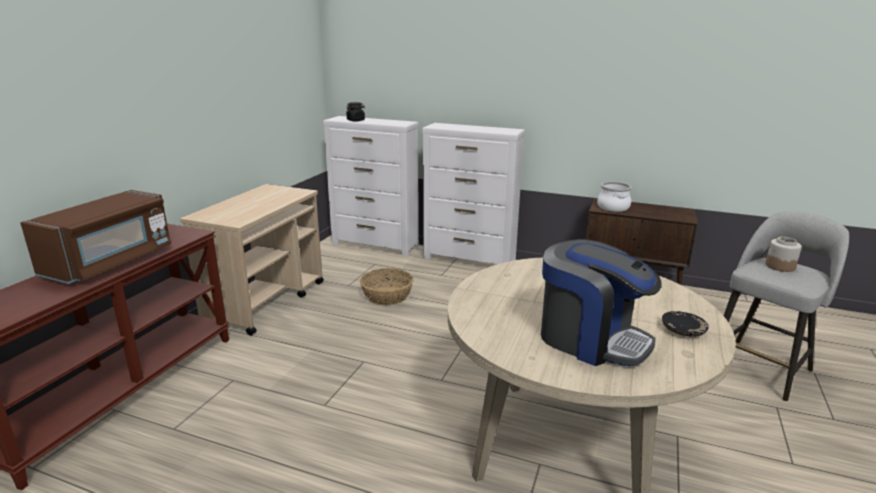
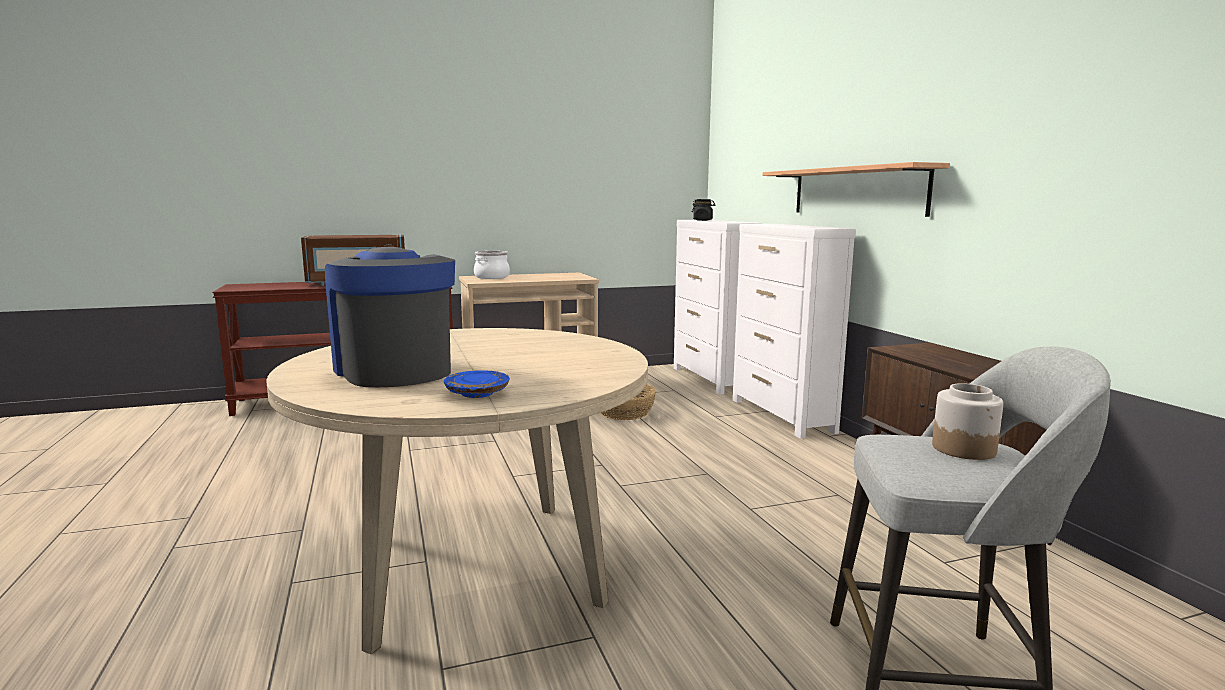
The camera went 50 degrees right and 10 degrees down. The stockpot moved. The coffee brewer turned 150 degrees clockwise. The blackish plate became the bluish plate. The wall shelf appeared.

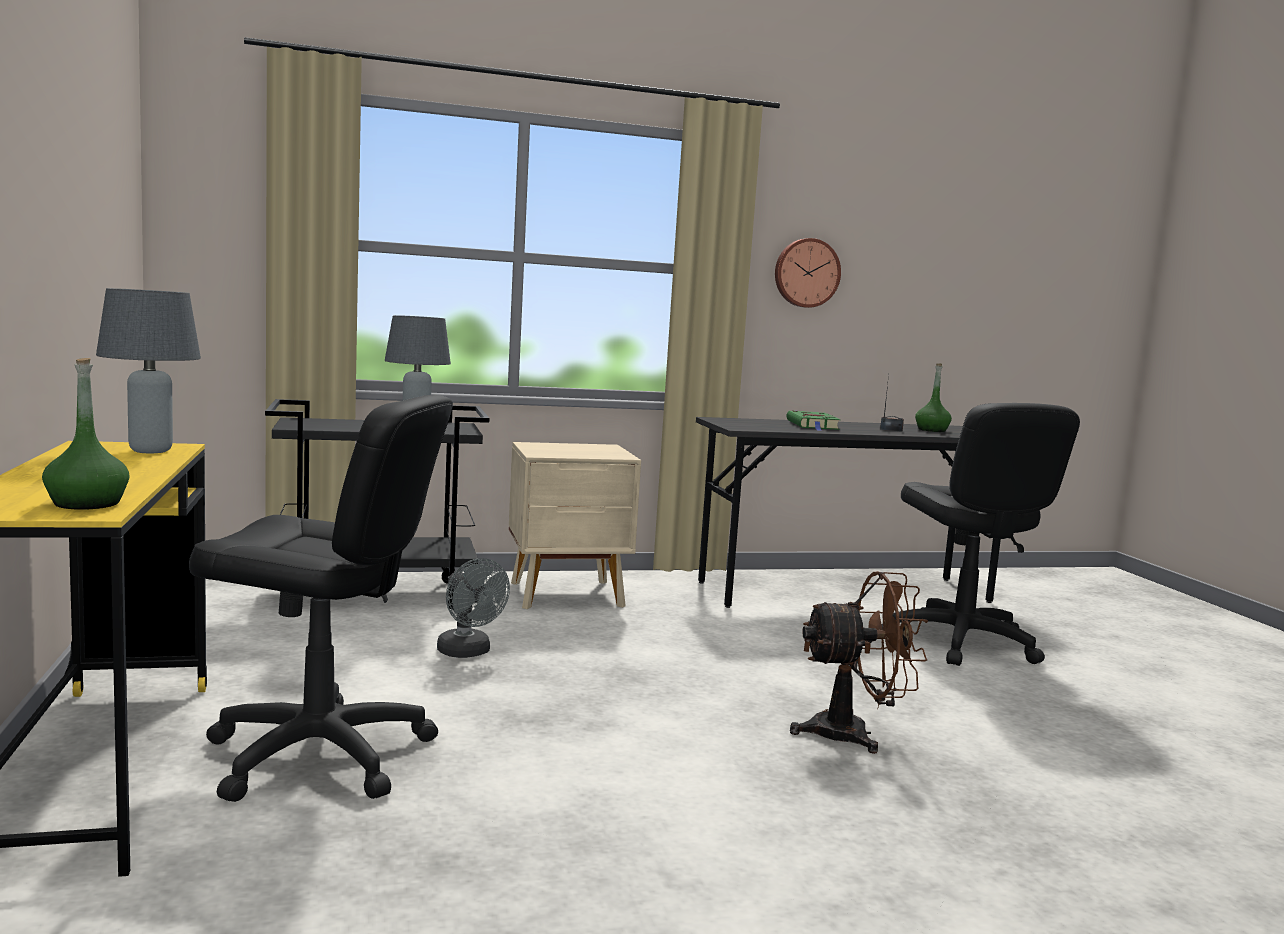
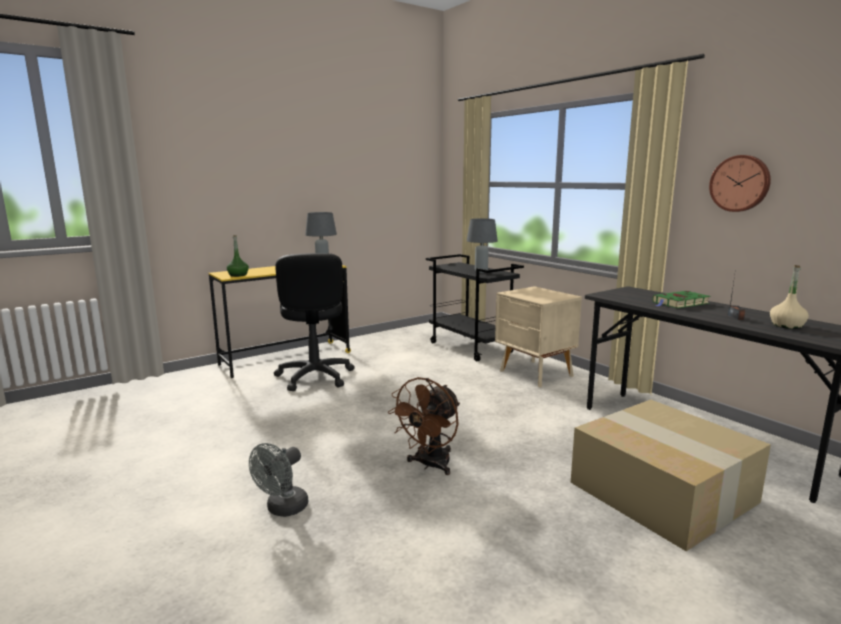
The camera went 70 degrees right and 5 degrees up. The green beverage bottle (2nd from left) became the sand-coloured beverage bottle. The blackish desk chair (2nd from left) was replaced by the carton. The gray fan moved. The brown fan turned 60 degrees clockwise.

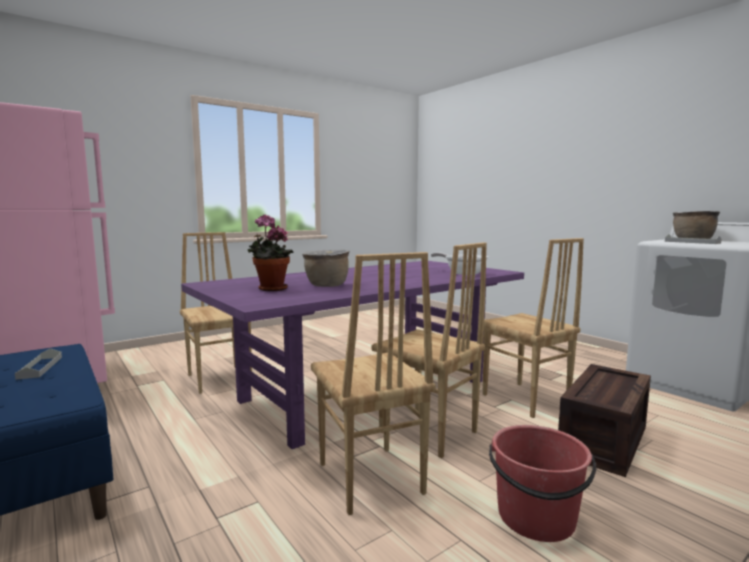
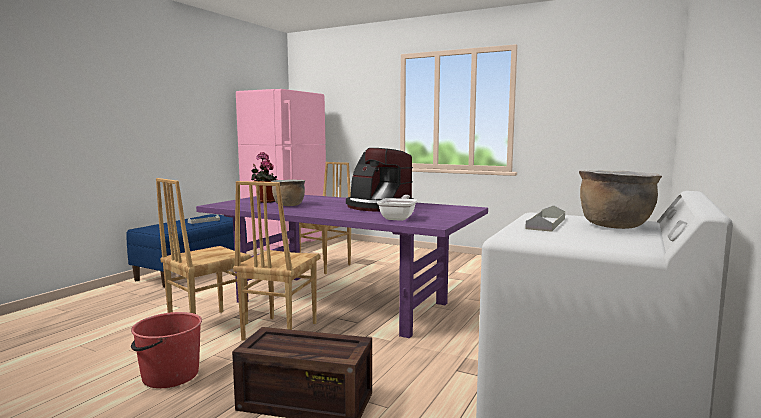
The camera went 65 degrees right and 0 degrees up. The brown plain chair (4th from left) disappeared. The coffee brewer appeared.

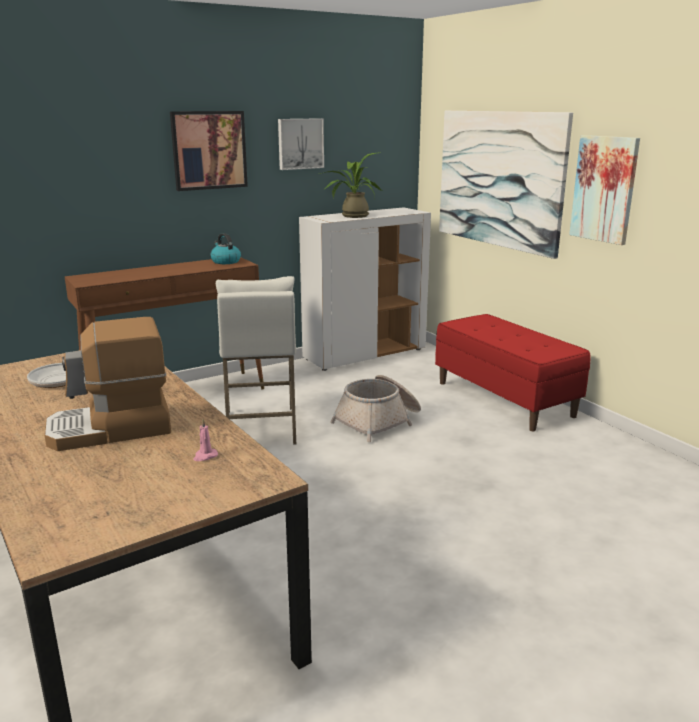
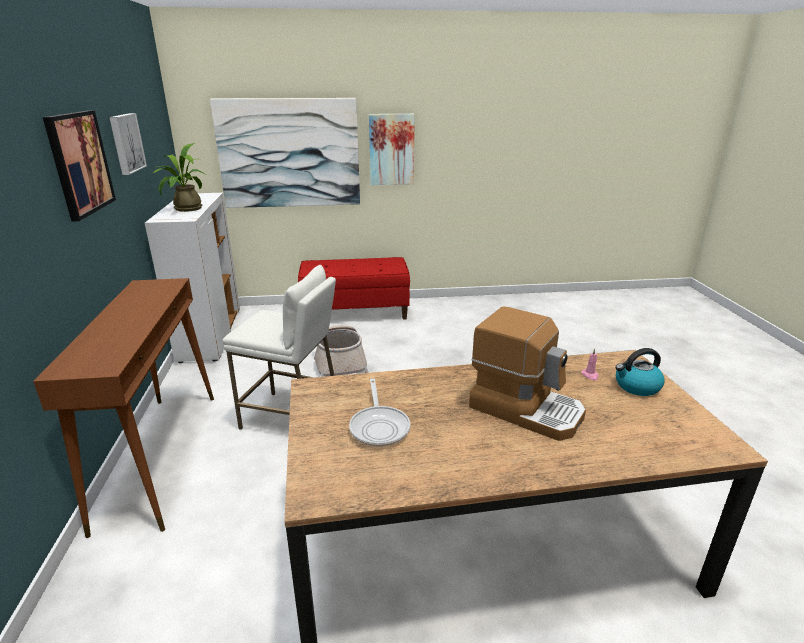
The camera went 65 degrees left and 5 degrees up. The tea kettle moved. The coffee brewer turned 60 degrees counterclockwise.

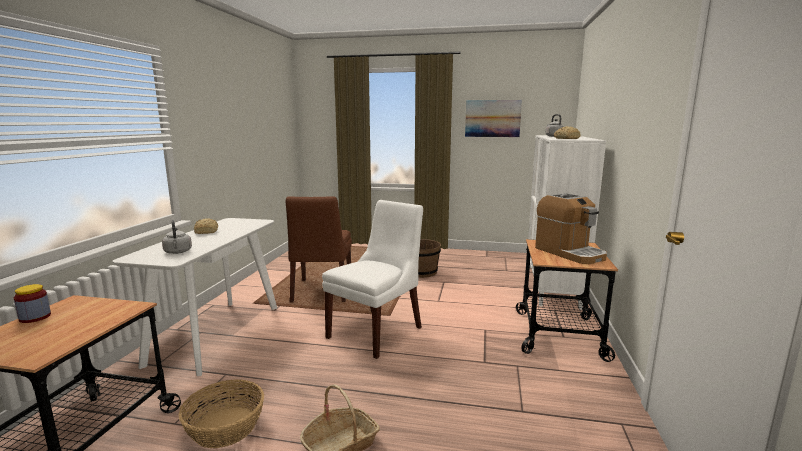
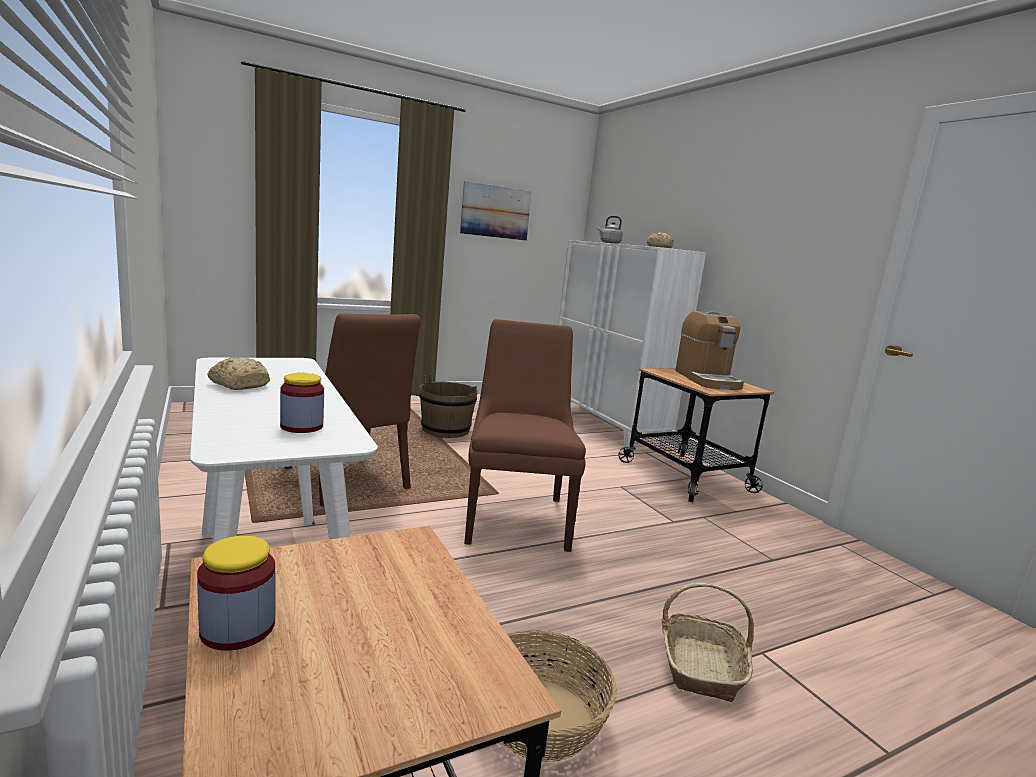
The camera went 40 degrees left and 0 degrees up. The coffee brewer turned 60 degrees clockwise. The white-coloured plain chair became the brown plain chair (2nd from left). The gray tea kettle (1st from left) was replaced by the storage jar (2nd from left).

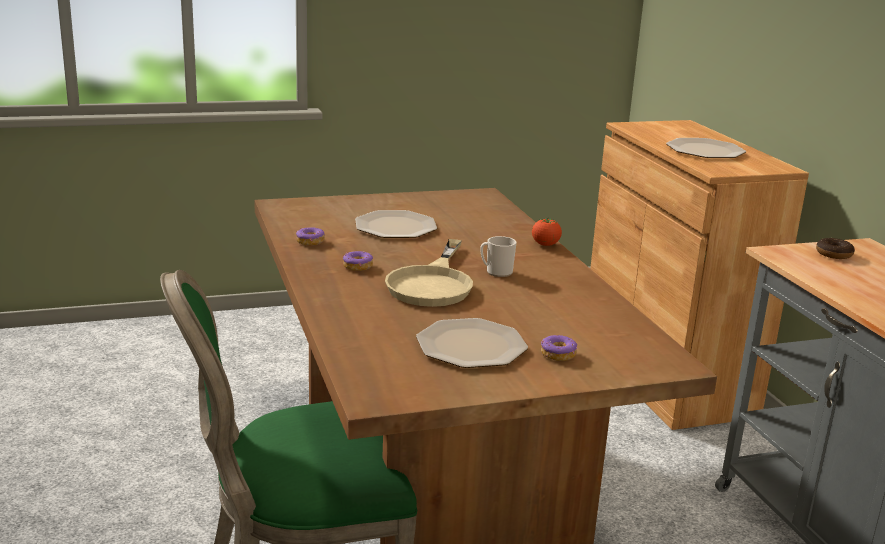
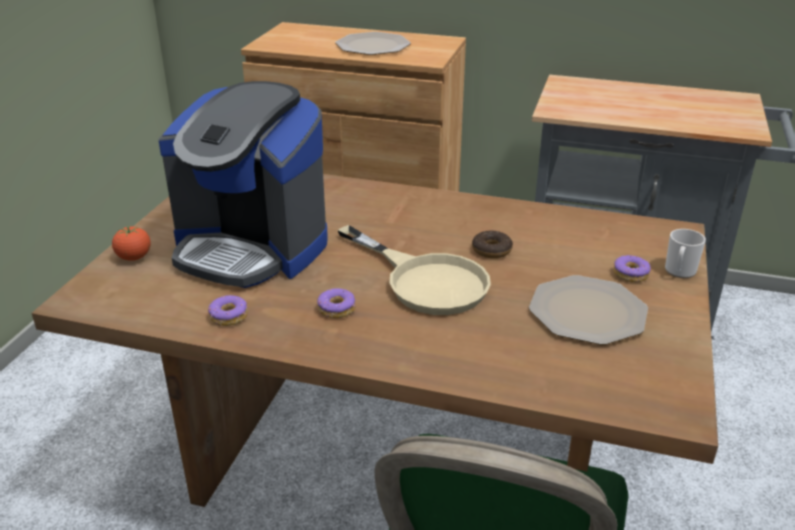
The camera went 55 degrees left and 10 degrees up. The plate (1st from left) was replaced by the coffee brewer. The tomato moved. The mug moved. The ring doughnut (4th from left in the first image) moved.

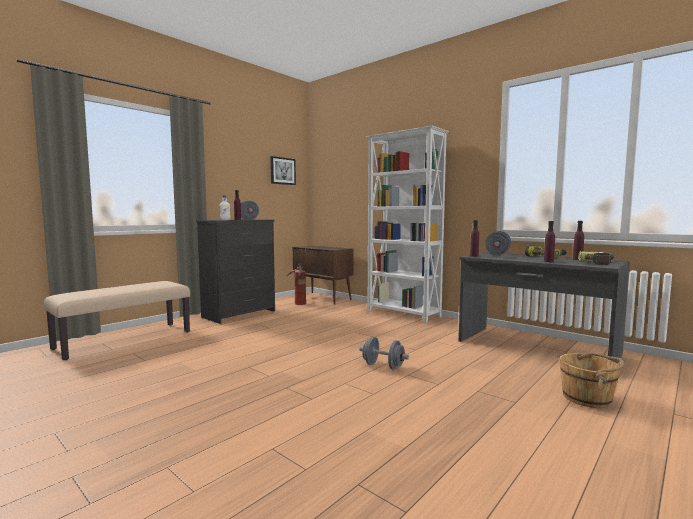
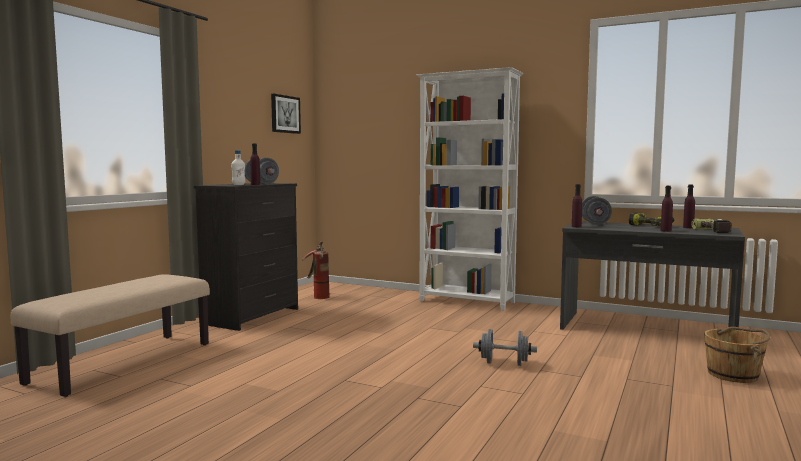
The camera went 15 degrees left and 0 degrees up. The brown cabinet disappeared.

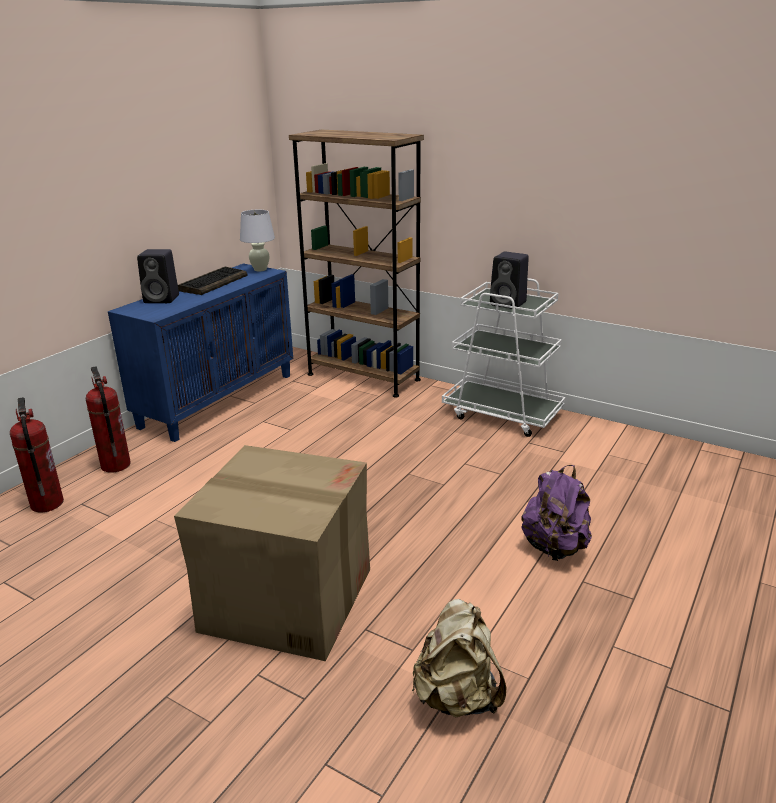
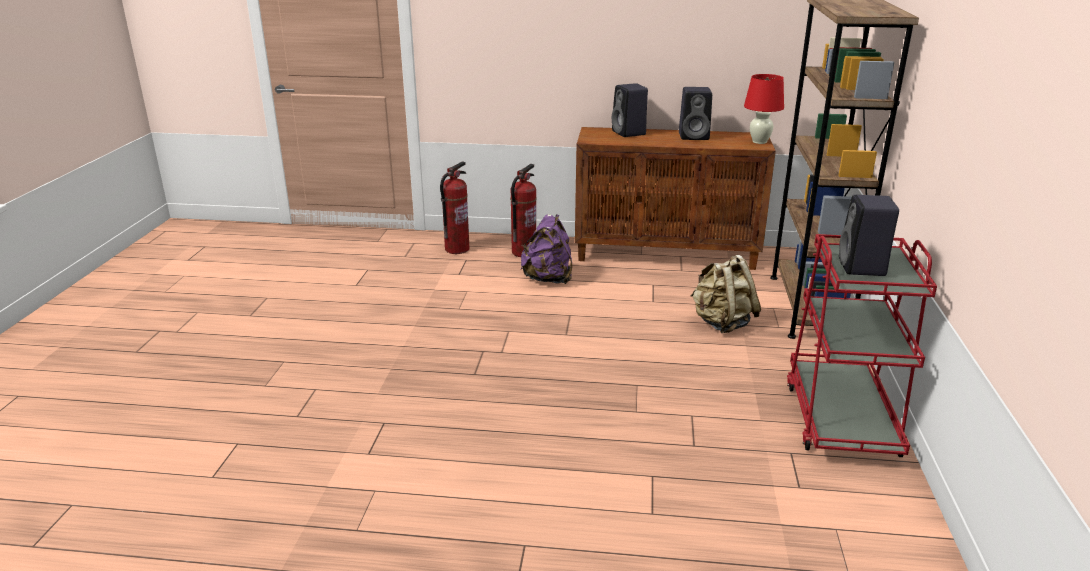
The camera went 65 degrees right and 0 degrees up. The white-coloured tabletop lamp became the red-coloured tabletop lamp. The bluish cabinet became the brown cabinet. The PC keyboard was replaced by the blackish audio speaker (2nd from left). The white-coloured wheeled cart became the red-coloured wheeled cart. The carton disappeared. The purple knapsack moved. The sand-coloured knapsack moved.

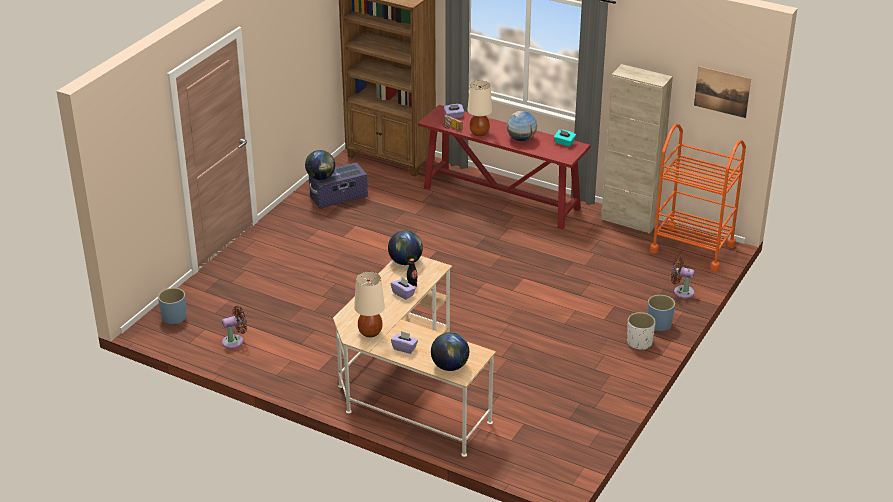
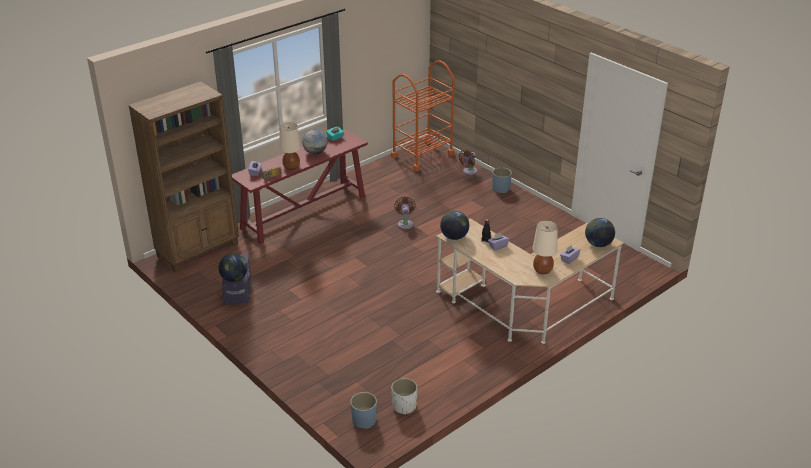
The camera went 70 degrees left and 0 degrees up. The sand-coloured cabinet disappeared. The wall picture disappeared. The brown fan (1st from left) moved. The white-coloured flower pot moved.

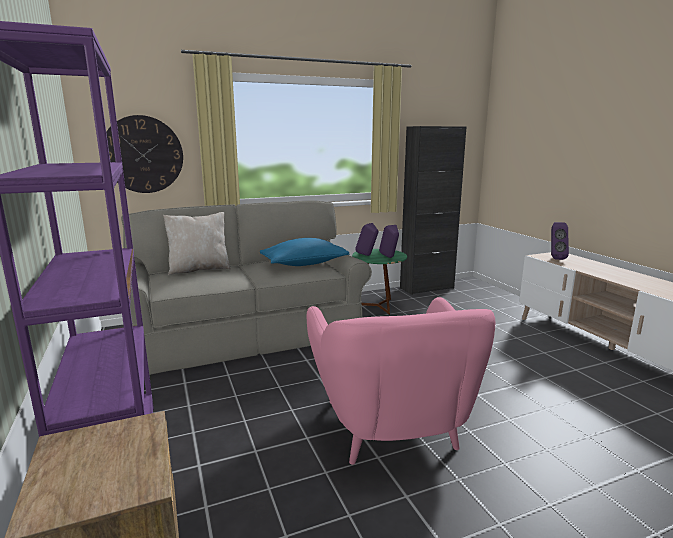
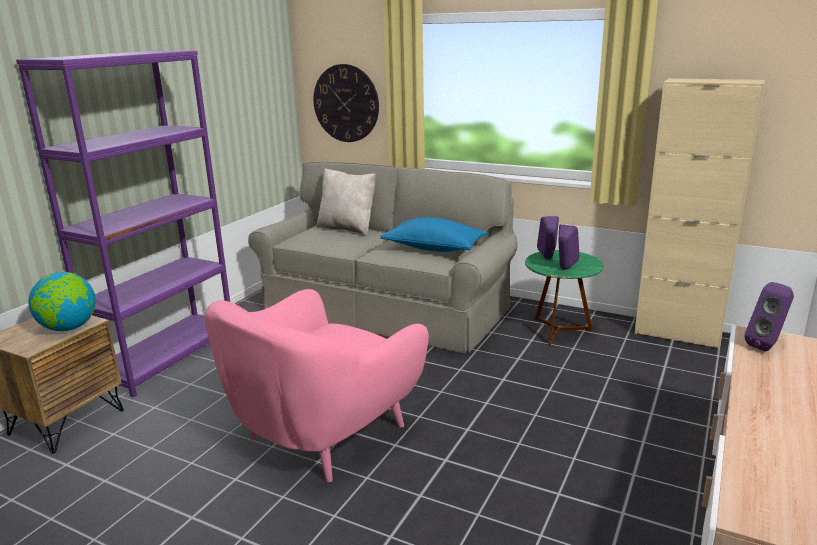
The camera went 50 degrees right and 5 degrees up. The blackish cabinet became the sand-coloured cabinet. The globe appeared.

